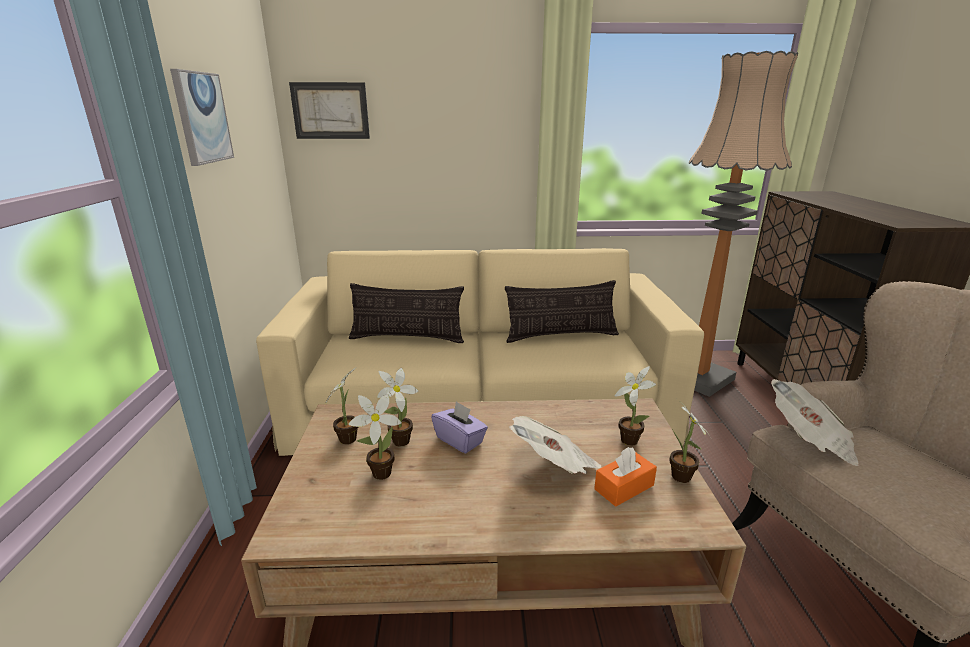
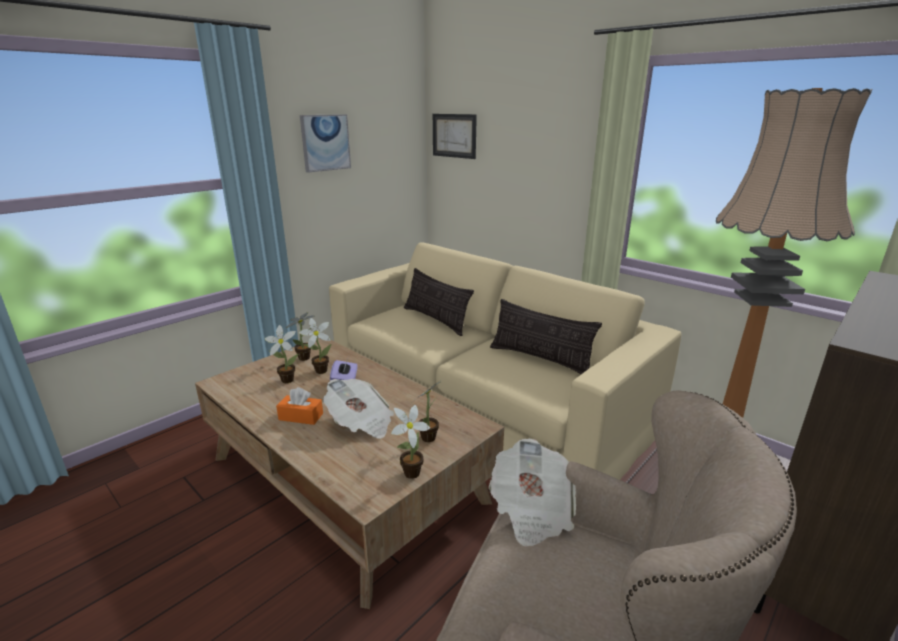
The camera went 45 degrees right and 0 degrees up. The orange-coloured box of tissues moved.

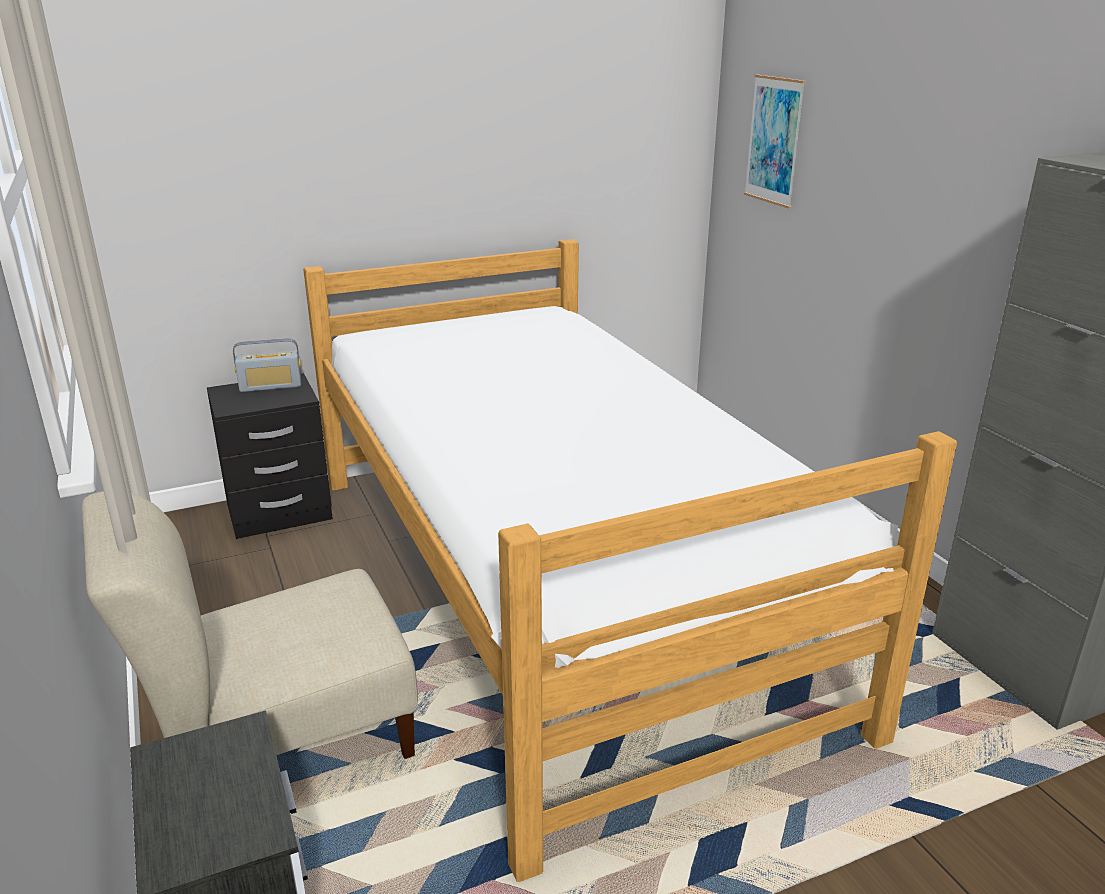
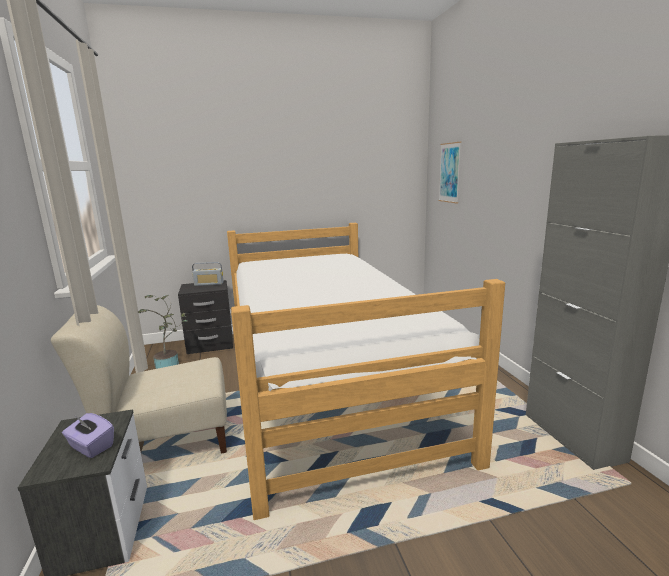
The camera went 10 degrees right and 10 degrees down. The houseplant appeared. The purple box of tissues appeared.

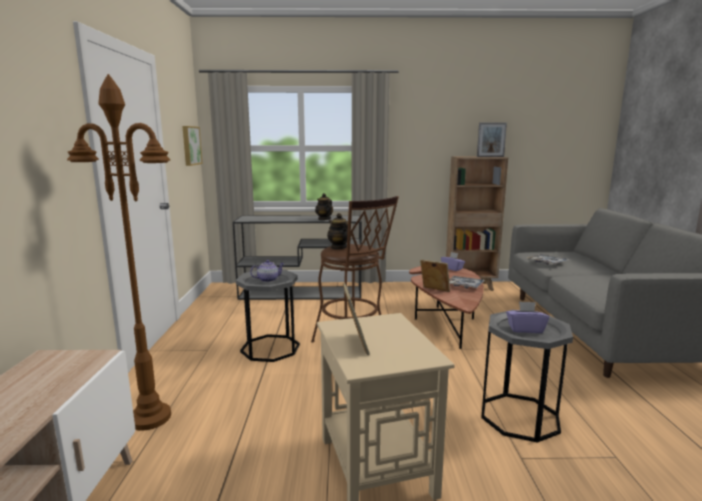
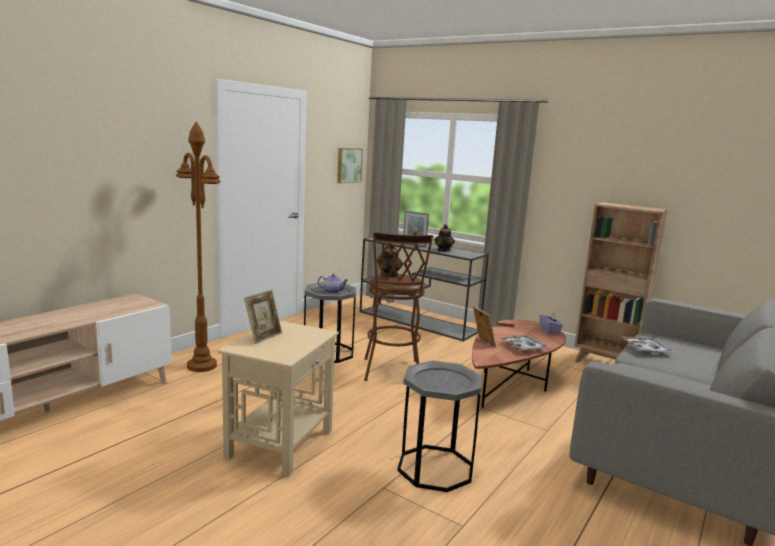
The camera went 35 degrees right and 0 degrees up. The photo frame (3rd from left in the first image) moved. The purple box of tissues (2nd from left) disappeared.

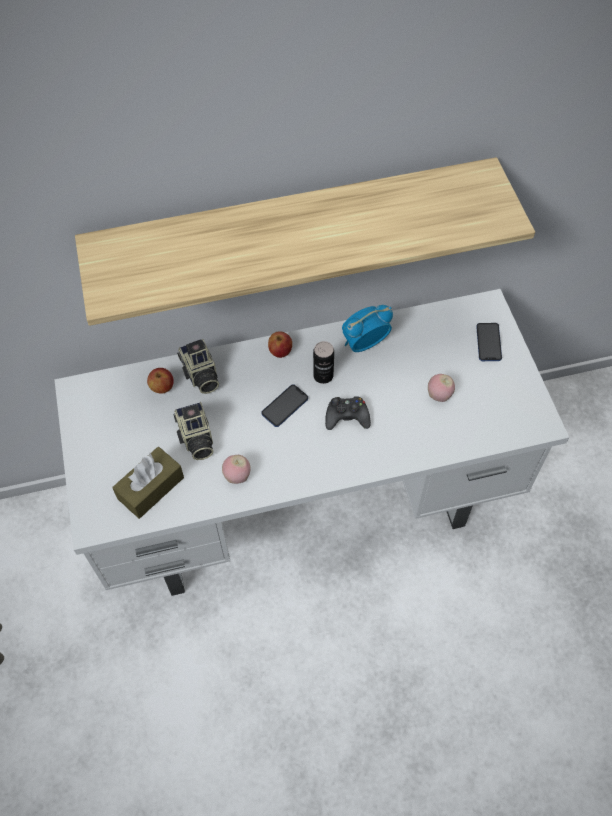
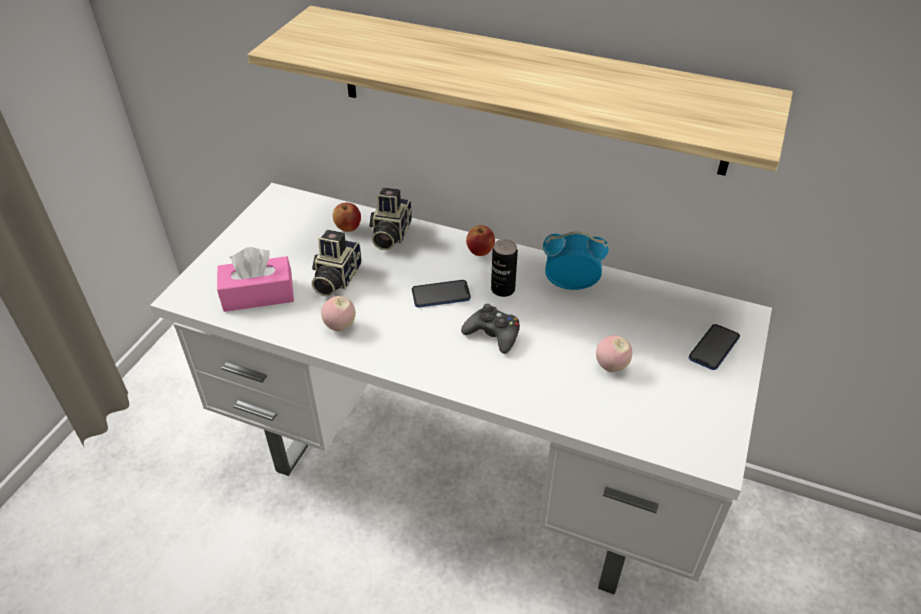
The camera went 35 degrees right and 15 degrees down. The brown box of tissues became the pinkish box of tissues.

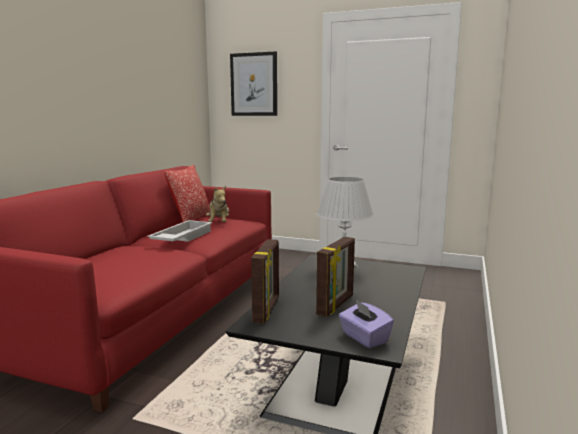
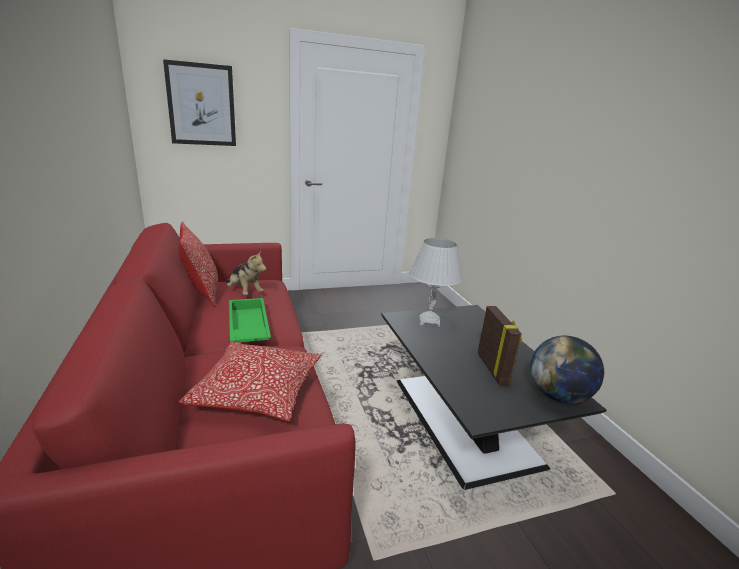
The camera went 40 degrees left and 10 degrees up. The white-coloured serving tray became the green serving tray. The photo frame (1st from left) disappeared. The purple box of tissues was replaced by the globe. The throw pillow (2nd from left) appeared.

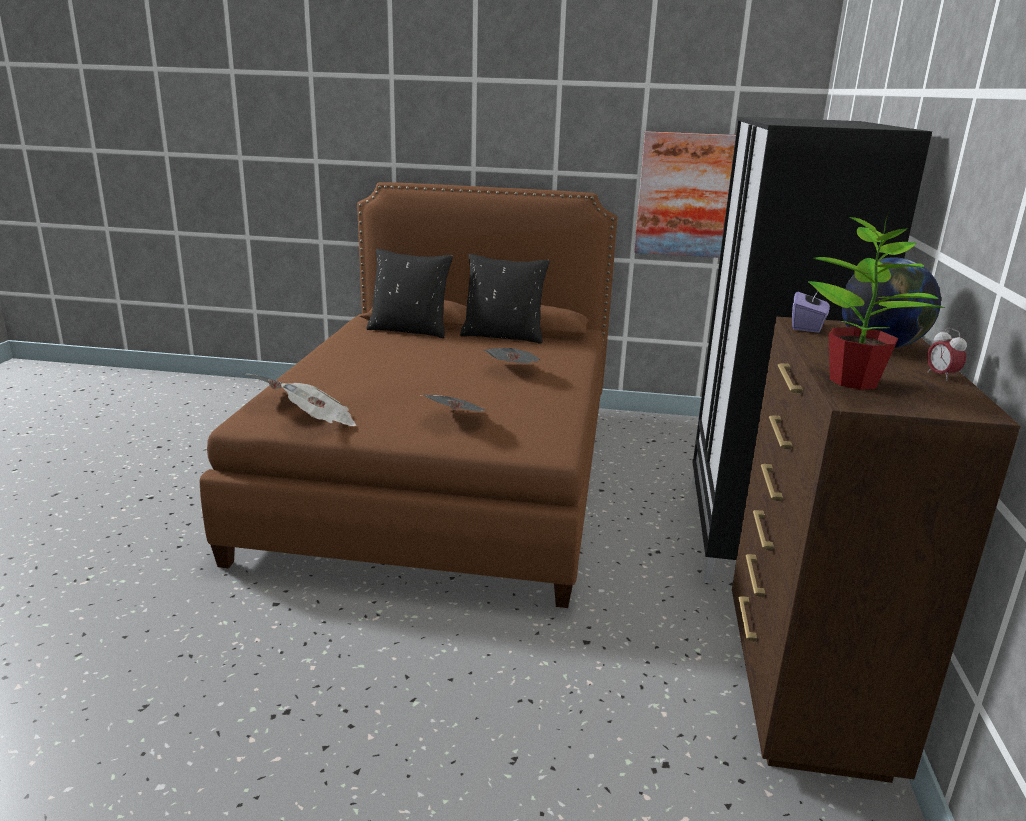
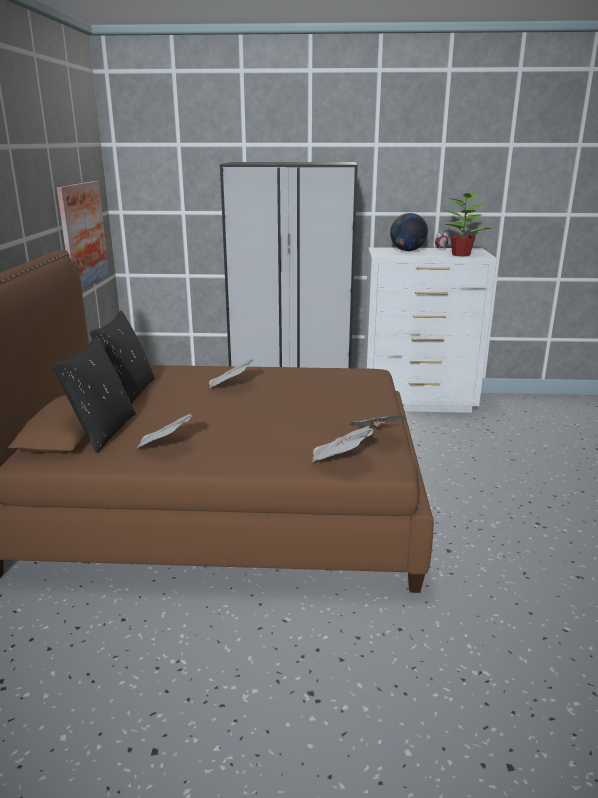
The camera went 95 degrees left and 0 degrees up. The purple box of tissues disappeared. The brown chest of drawers became the white-coloured chest of drawers. The daily paper (3rd from left in the first image) moved.

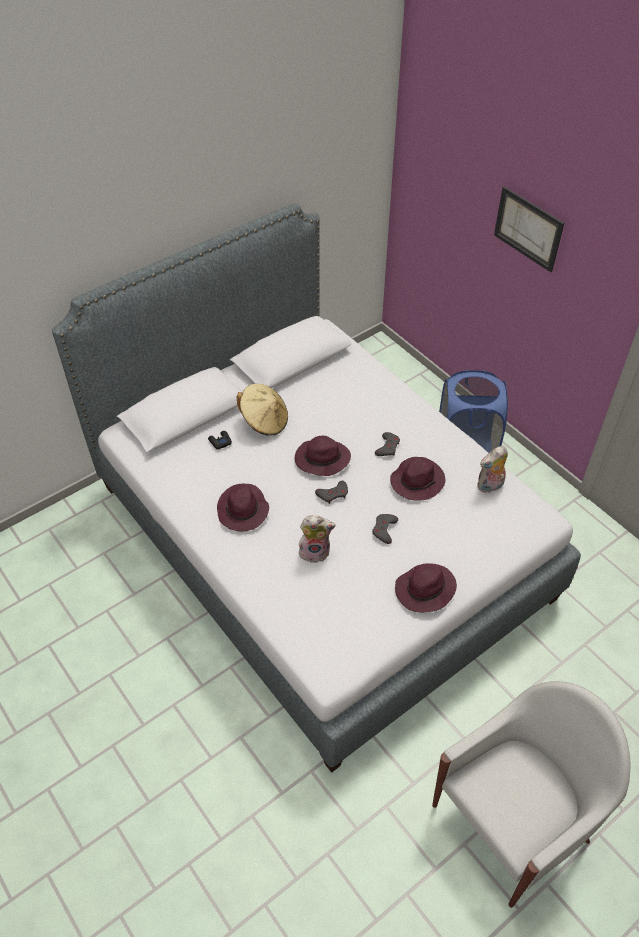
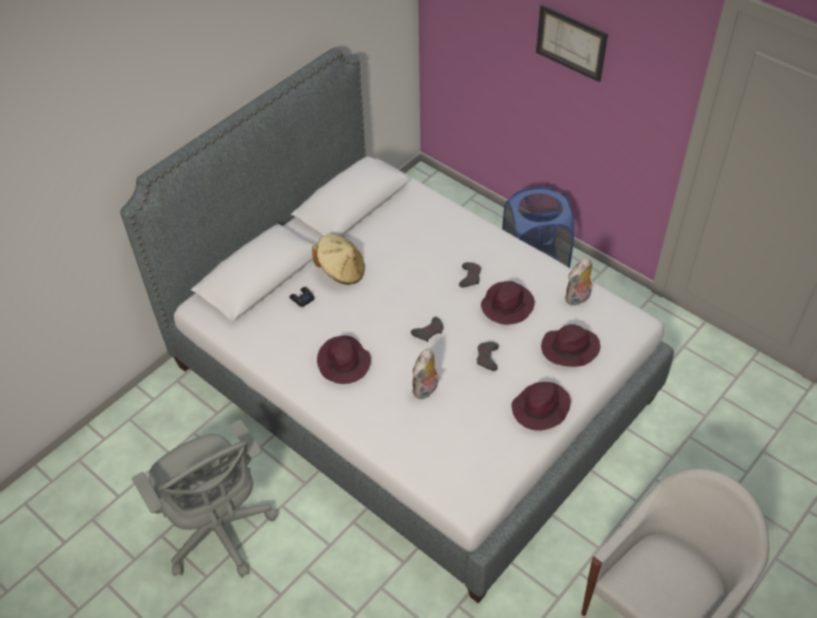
The camera went 10 degrees left and 0 degrees up. The purple wearable hat (2nd from left in the first image) moved. The soft toy (1st from left) turned 135 degrees clockwise. The gray desk chair appeared.

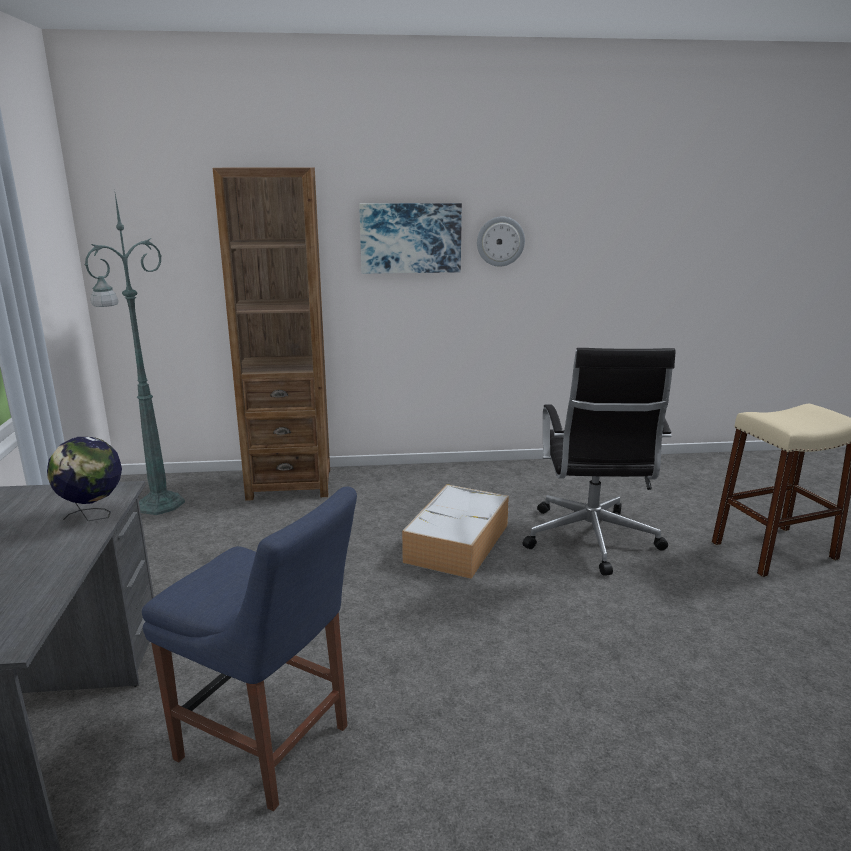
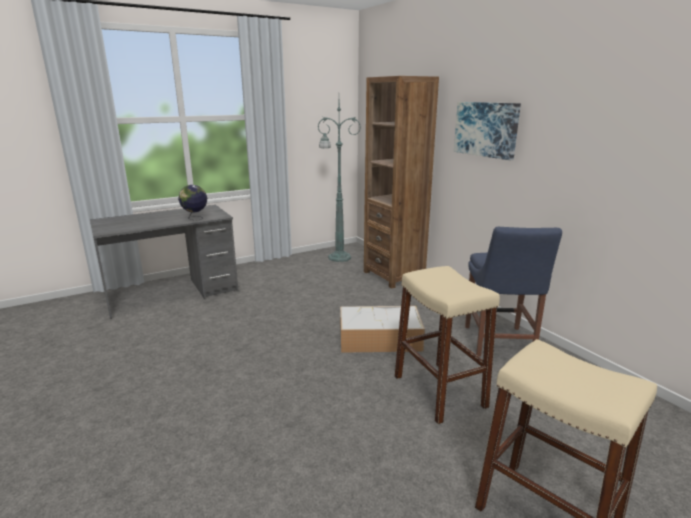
The camera went 65 degrees right and 0 degrees up. The clock on the wall disappeared. The blackish desk chair was replaced by the sand-coloured stool seat (1st from left). The bluish plain chair moved.

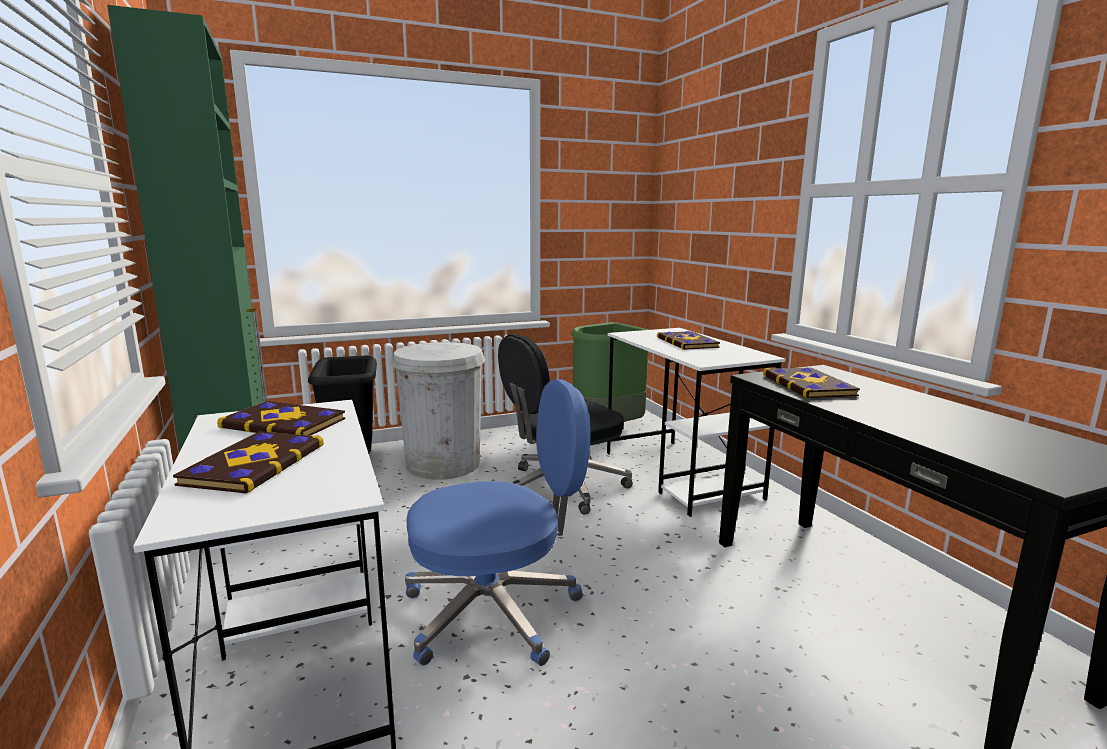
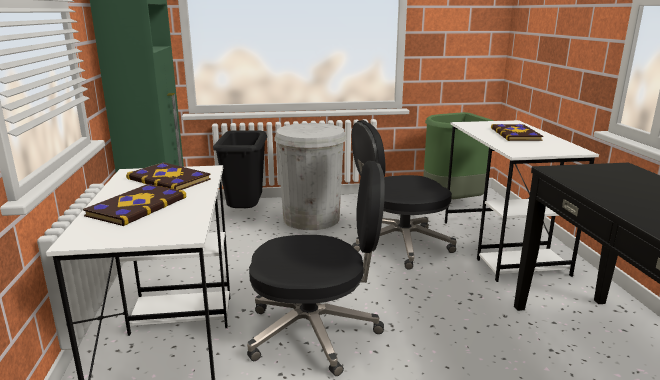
The camera went 15 degrees right and 5 degrees up. The volume (4th from left) disappeared. The bluish desk chair became the blackish desk chair (1st from left).

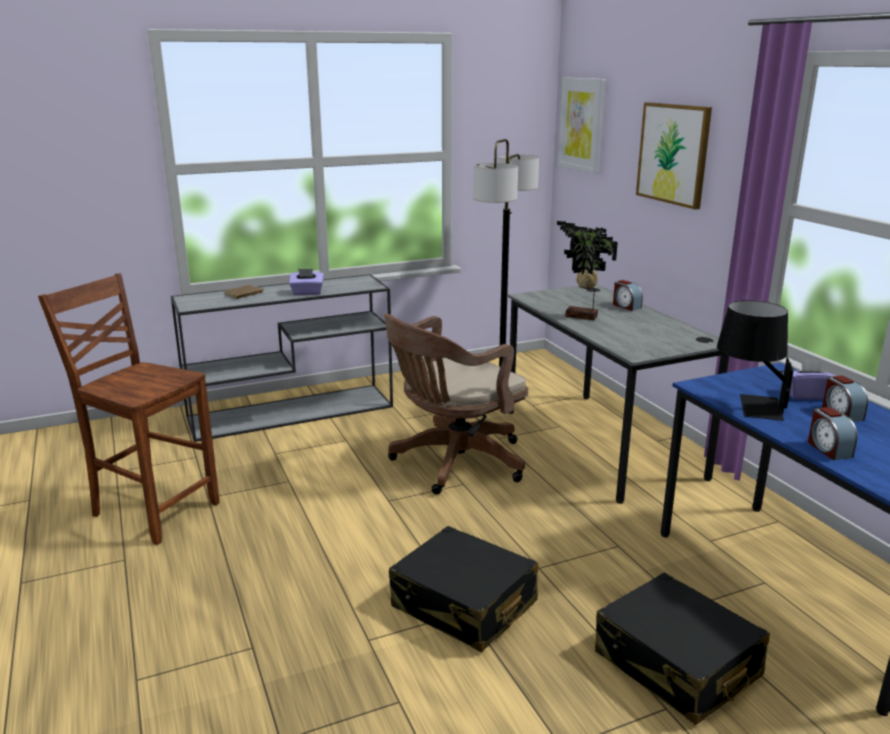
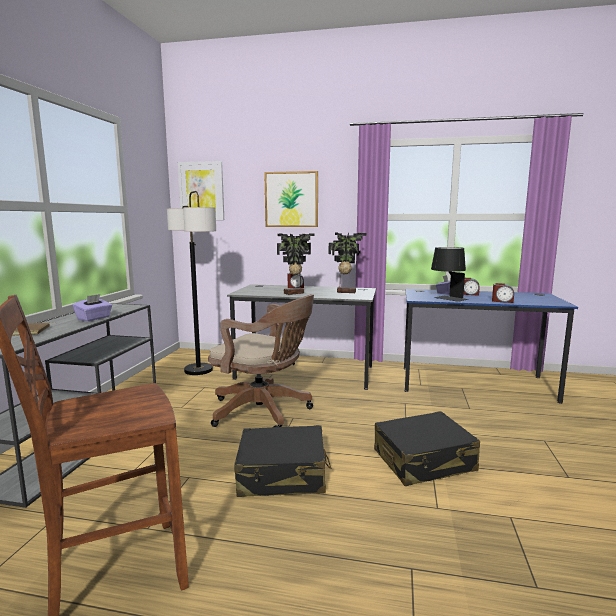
The camera went 55 degrees left and 10 degrees down. The brown desk chair turned 60 degrees counterclockwise. The blackish piece of luggage (2nd from left in the first image) moved. The houseplant (2nd from left) appeared.

